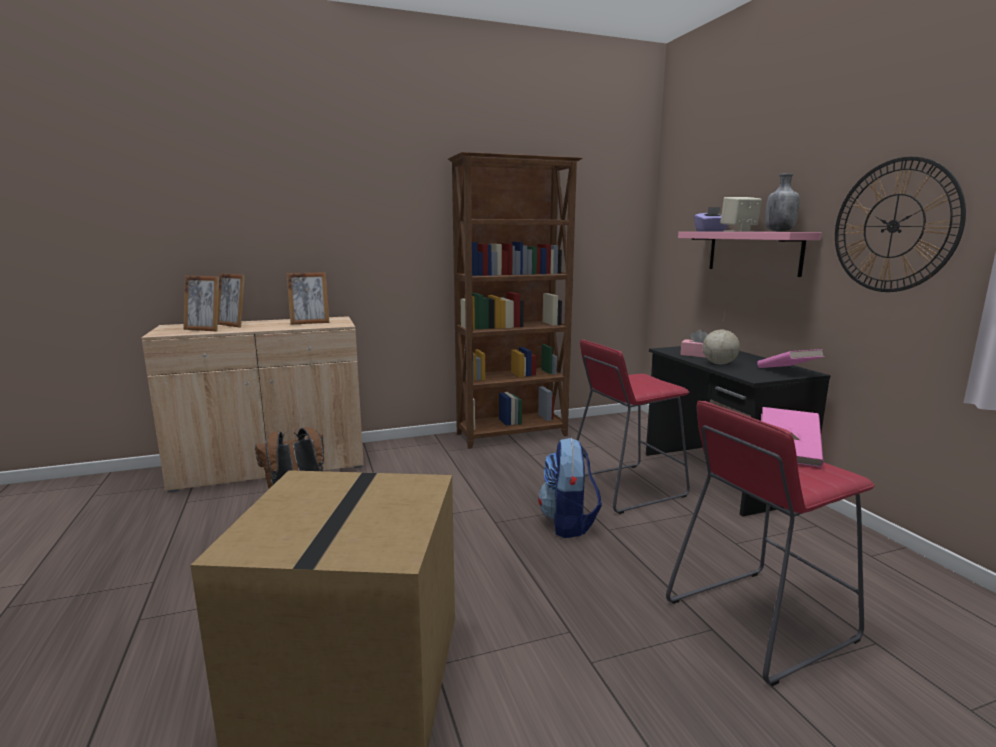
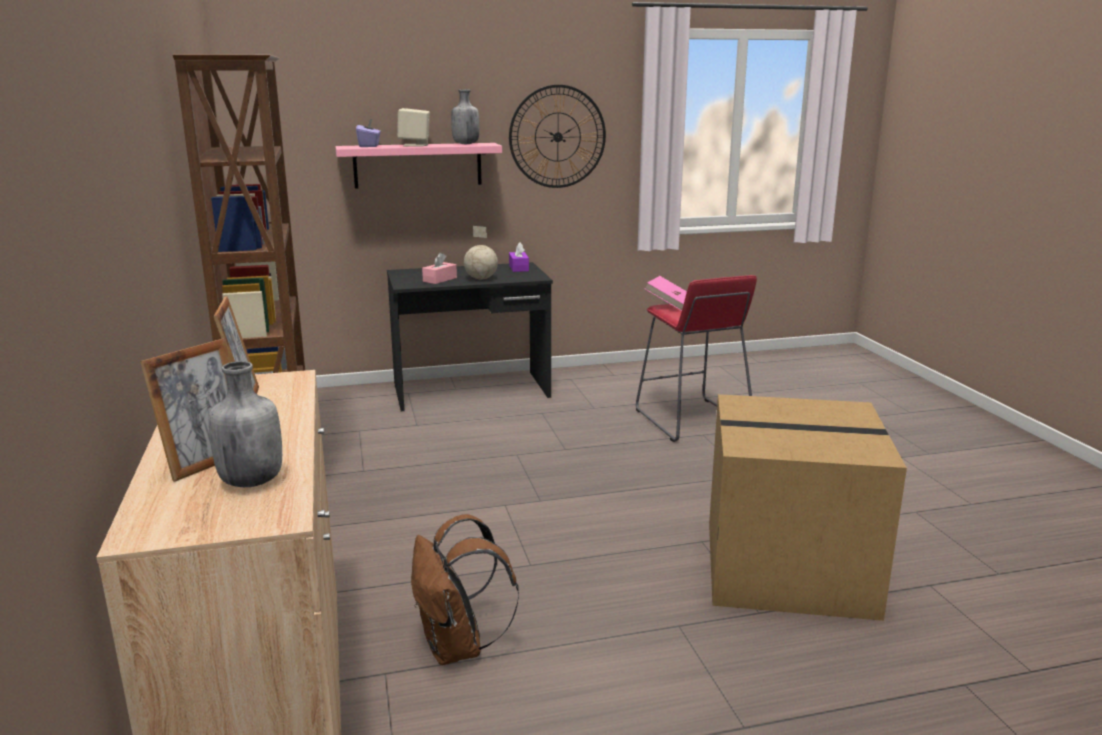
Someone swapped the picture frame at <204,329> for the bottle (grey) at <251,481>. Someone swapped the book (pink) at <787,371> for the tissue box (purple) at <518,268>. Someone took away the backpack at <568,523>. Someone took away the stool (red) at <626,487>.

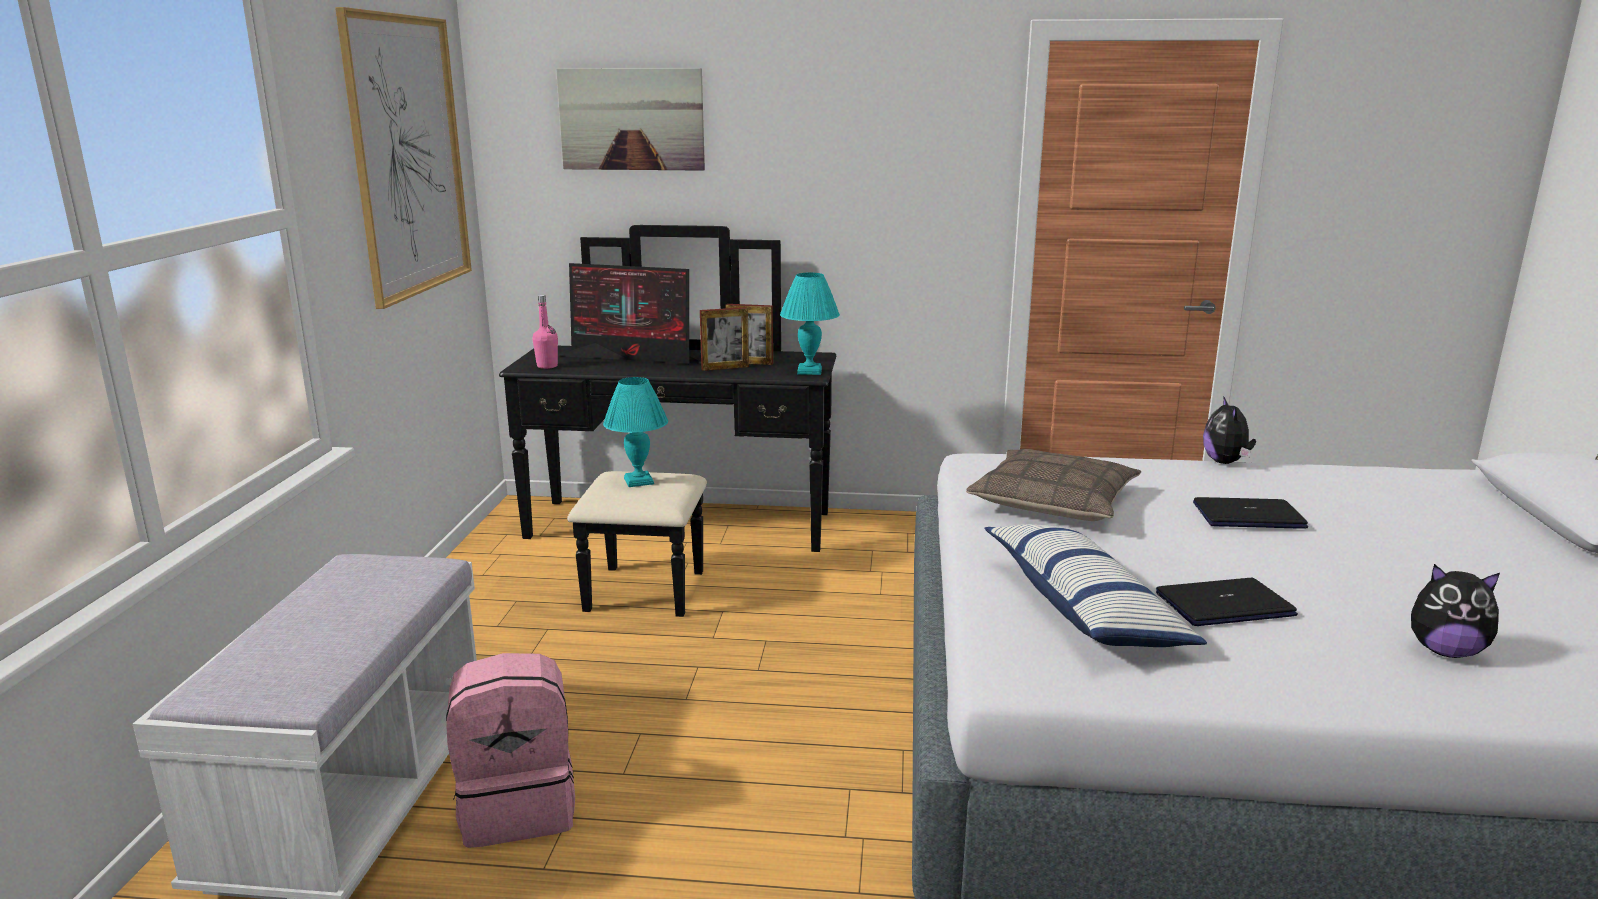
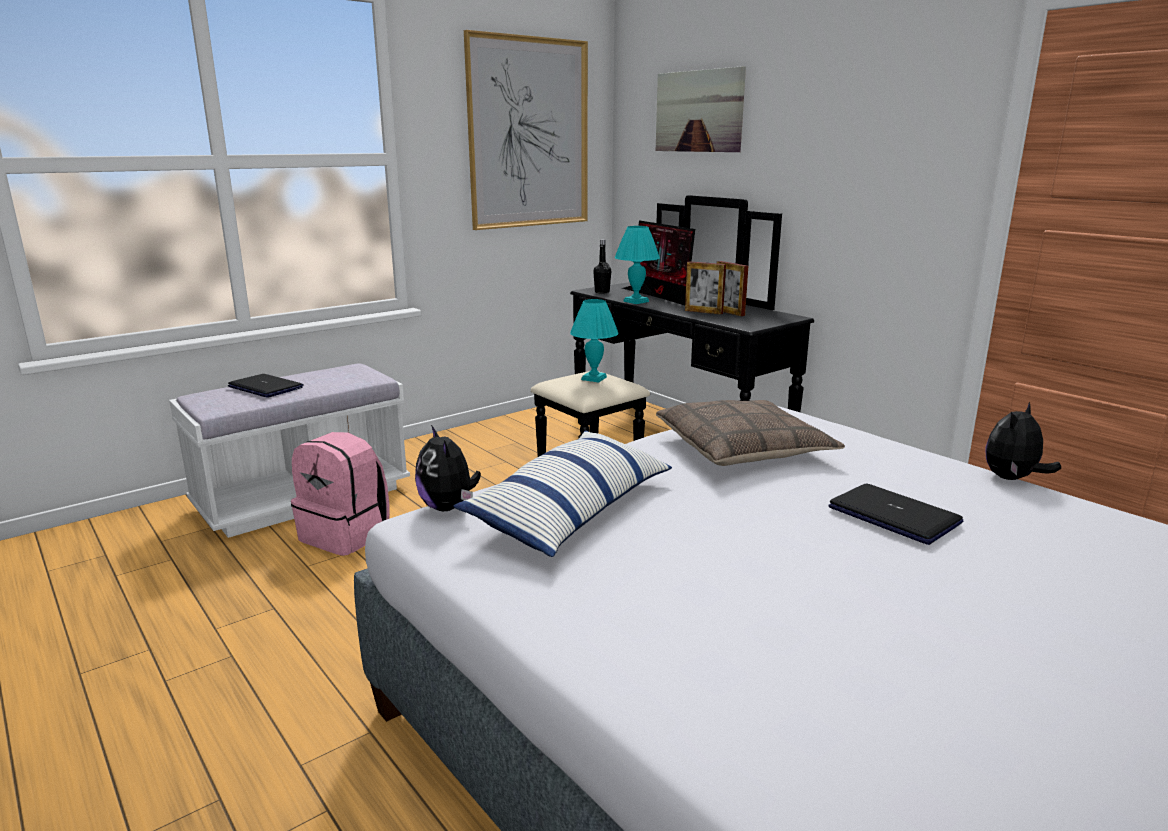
Someone carried the laptop from <1224,604> to <266,387>. Someone carried the plush toy from <1445,651> to <449,507>. Someone repainted the bottle (pink) at <547,366>, which became the bottle (black) at <602,292>. Someone carried the table lamp (turquoise) from <808,371> to <635,301>.

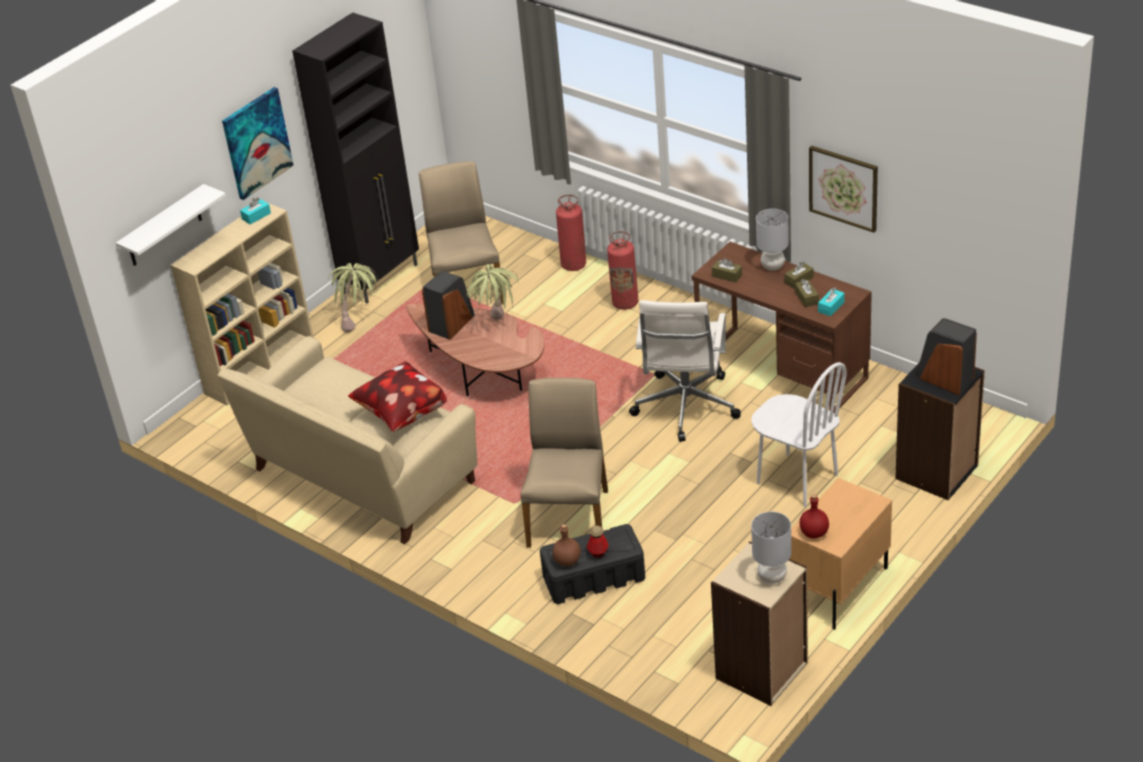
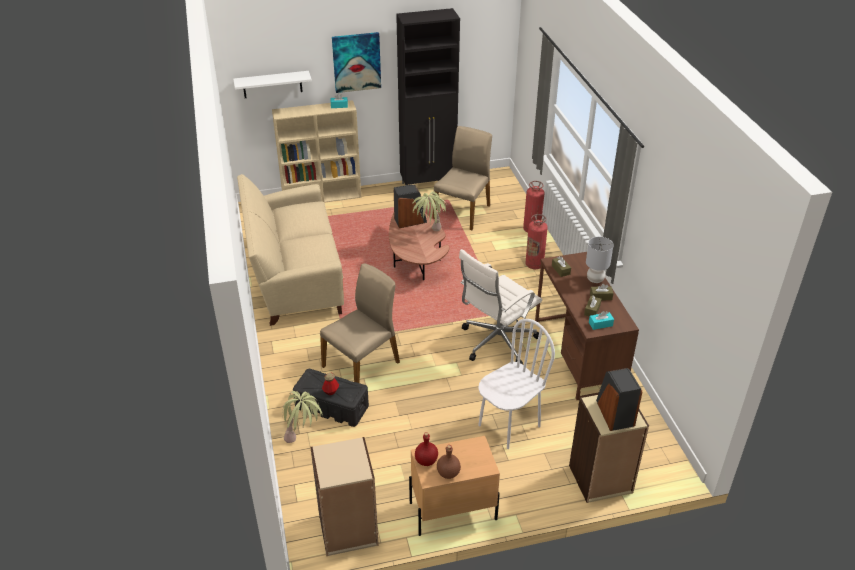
Someone carried the potted plant from <360,322> to <304,438>. Someone carried the bottle (brown) from <568,561> to <448,473>. Someone rotated the chair (white) at <796,479> by 120 degrees counterclockwise. Someone repainted the bookcase (black) at <937,472>, which became the bookcase (beige) at <600,479>. Someone took away the pillow at <401,415>. Someone took away the table lamp (grey) at <771,577>. Someone took away the picture at <843,188>.

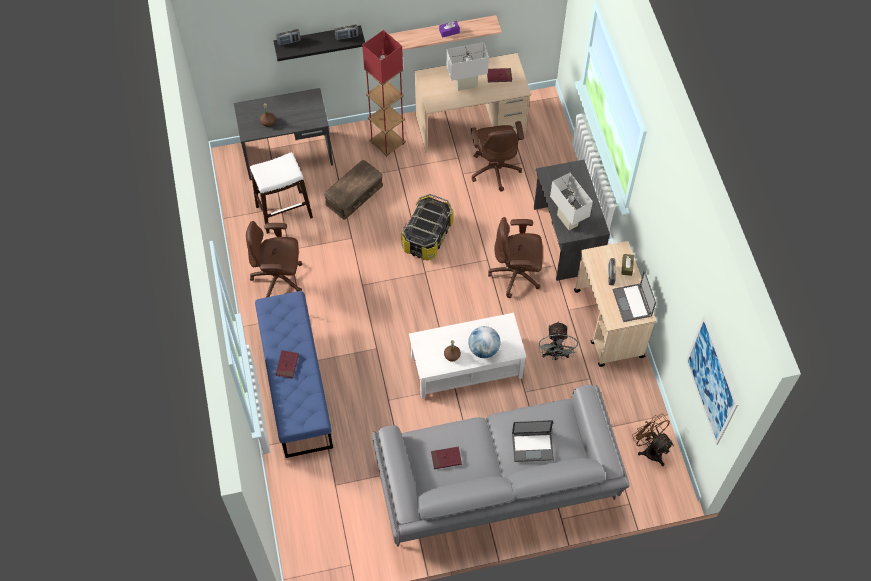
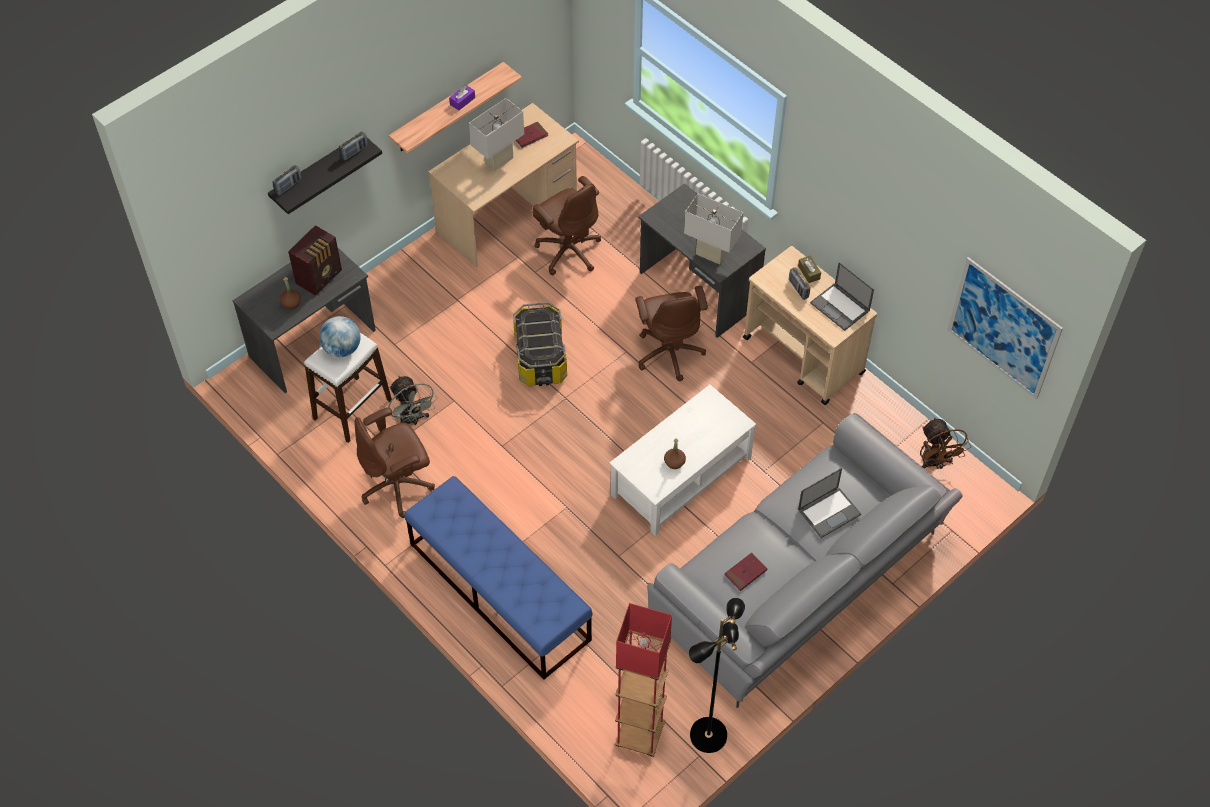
Someone put down the radio at <320,276>. Someone carried the globe from <483,349> to <342,349>. Someone carried the fan (grey) from <555,354> to <412,420>. Someone carried the floor lamp (red) from <387,143> to <639,735>. Someone rotated the office chair (brown) at <516,275> by 75 degrees counterclockwise. Someone put down the floor lamp (black) at <707,734>. Someone rotated the fan (brown) at <650,449> by 135 degrees counterclockwise. Someone took away the book (red) at <287,365>. Someone took away the storage box (brown) at <354,195>.

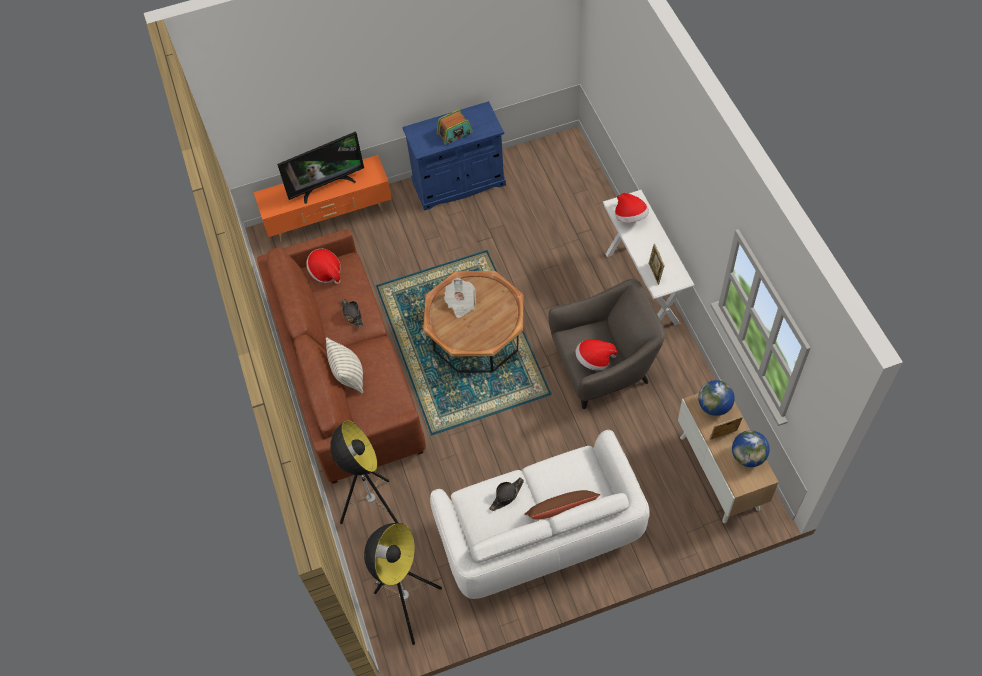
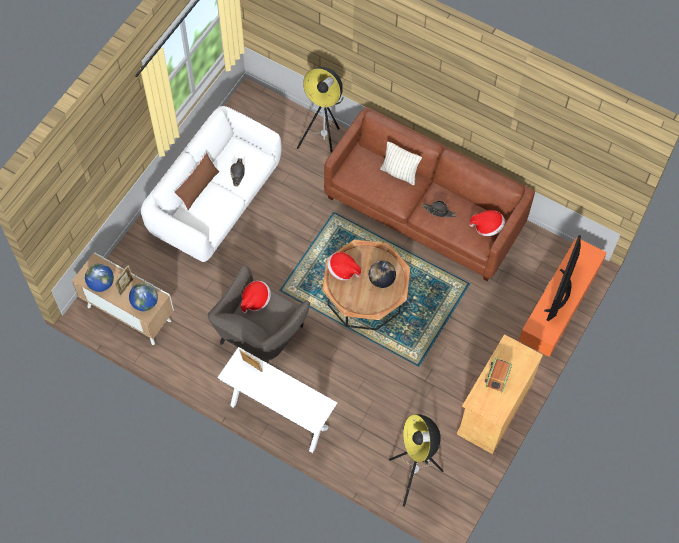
Someone carried the hat from <630,217> to <343,270>. Someone swapped the newspaper at <460,303> for the globe at <381,280>. Someone carried the floor lamp from <407,607> to <413,478>. Someone repainted the cabinet (blue) at <459,183>, which became the cabinet (beige) at <493,409>.

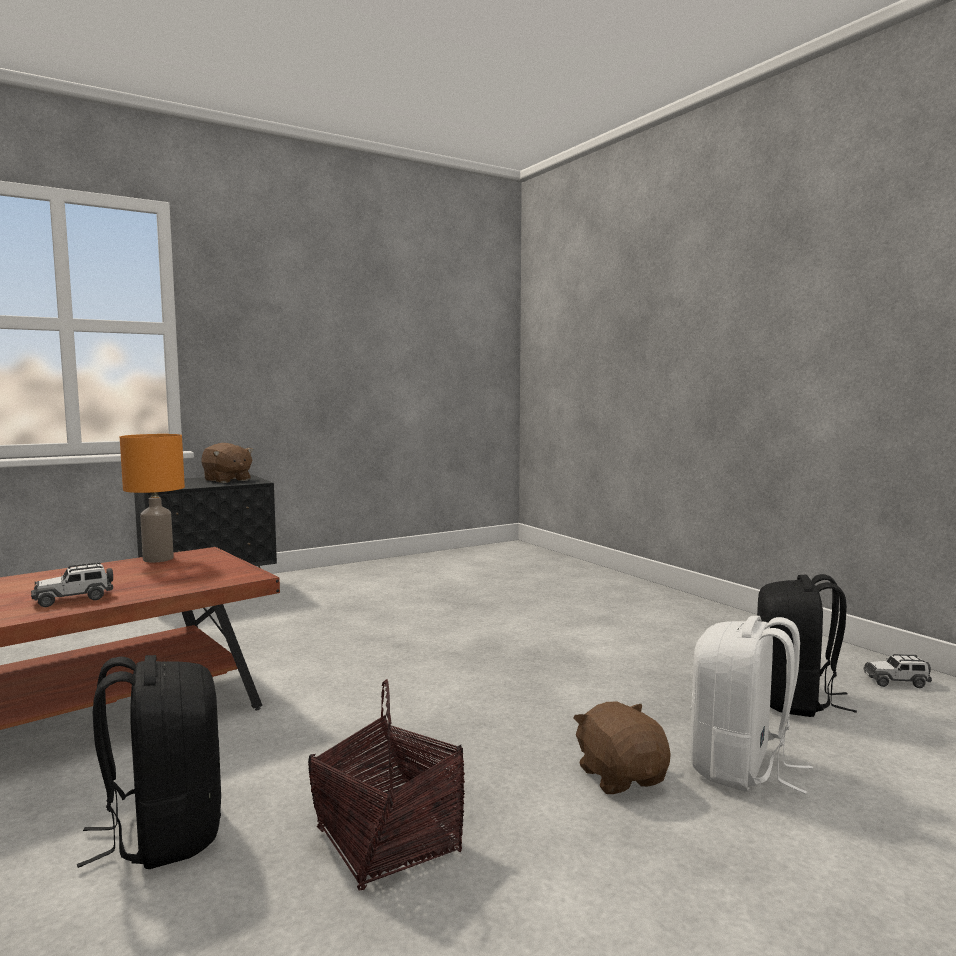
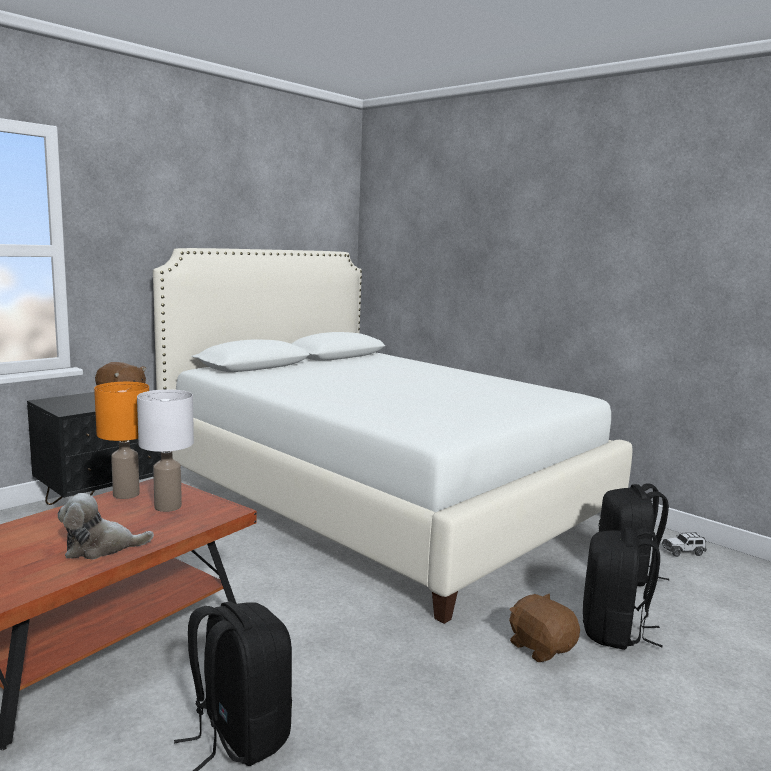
Someone swapped the toy car at <74,599> for the plush toy at <101,548>. Someone put down the table lamp (white) at <167,507>. Someone put down the bed (white) at <380,496>. Someone repainted the backpack (white) at <741,768>, which became the backpack (black) at <614,631>. Someone took away the basket at <388,842>.

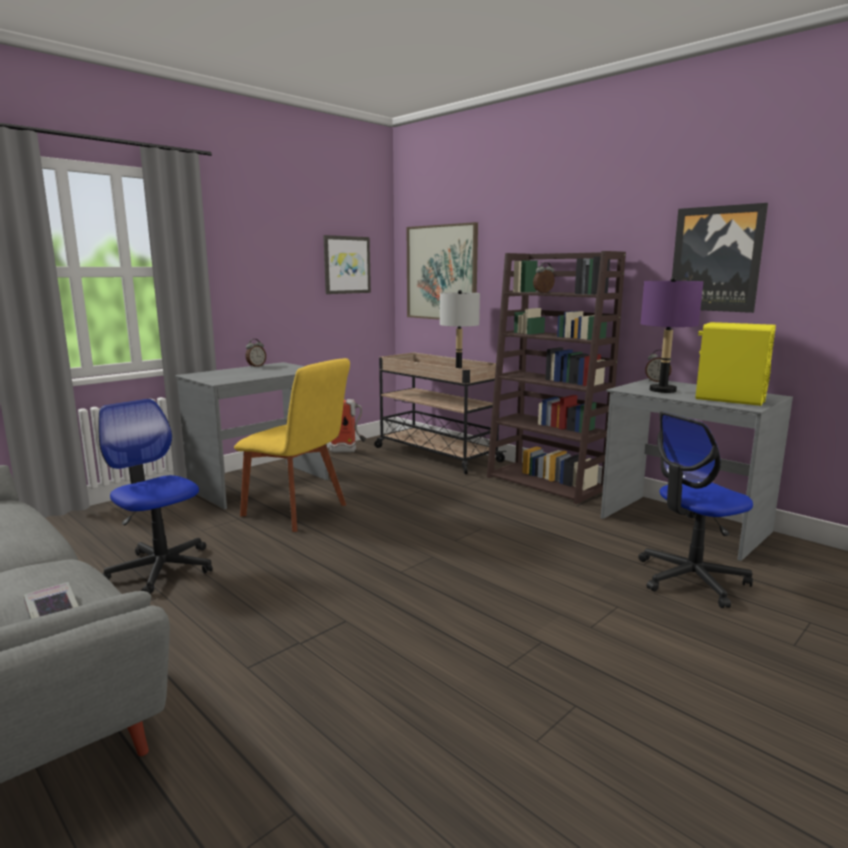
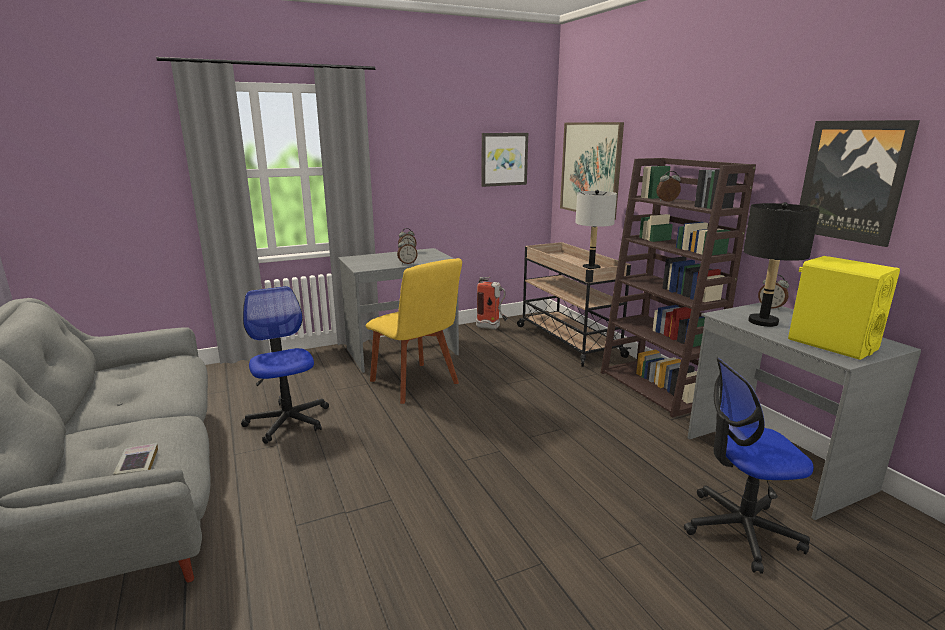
Someone put down the alarm clock at <407,263>. Someone repainted the table lamp (purple) at <663,390>, which became the table lamp (black) at <763,322>.

